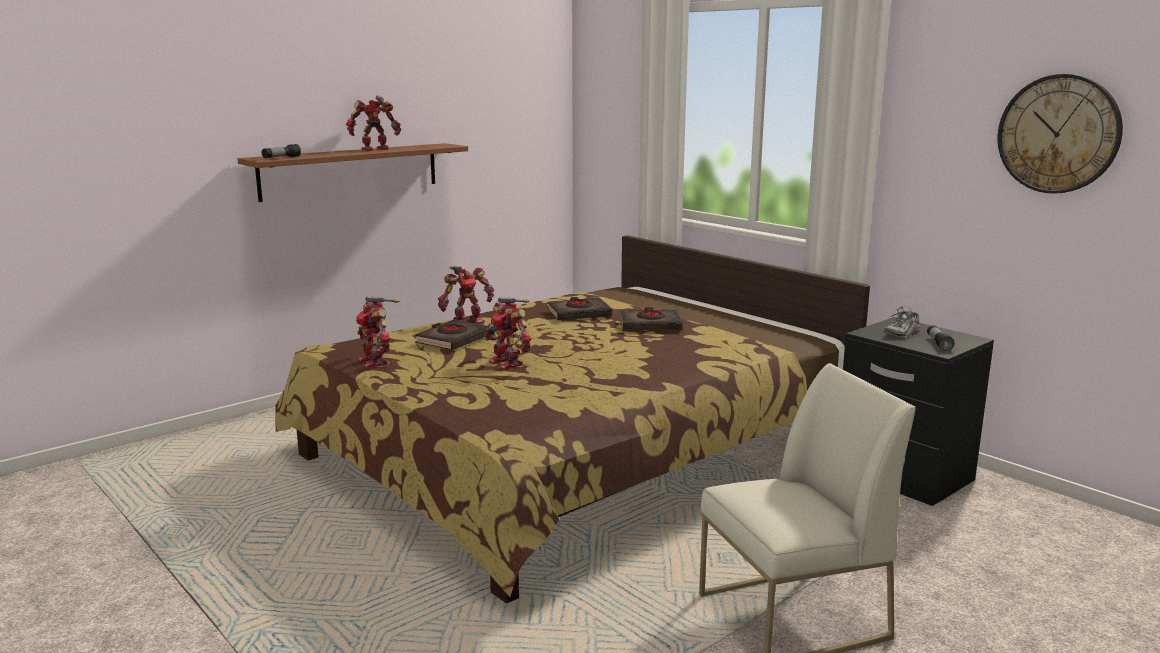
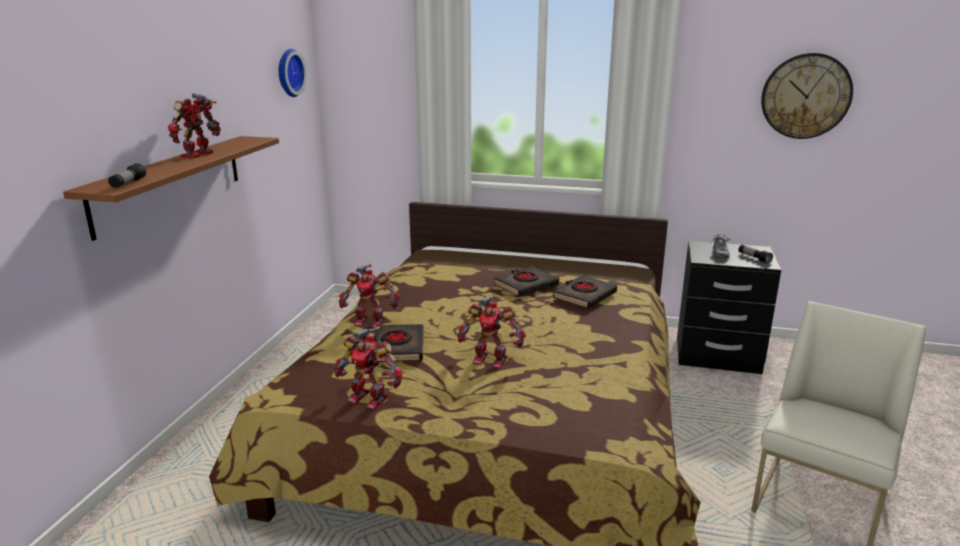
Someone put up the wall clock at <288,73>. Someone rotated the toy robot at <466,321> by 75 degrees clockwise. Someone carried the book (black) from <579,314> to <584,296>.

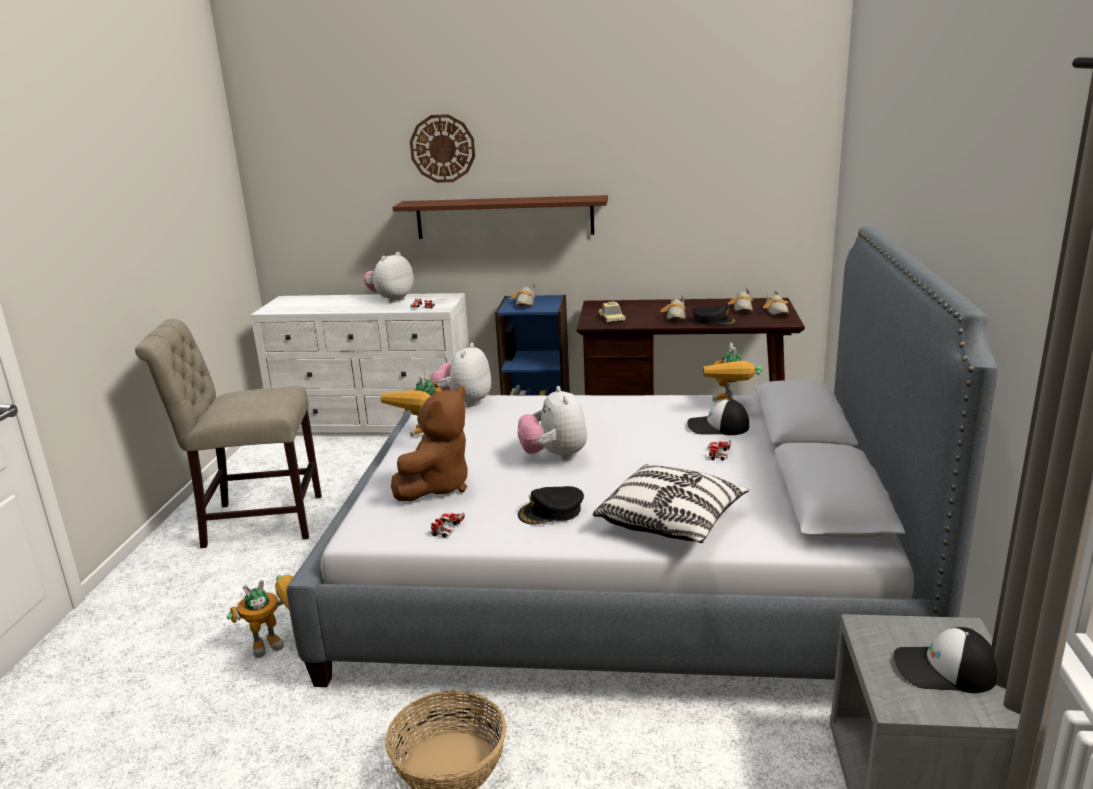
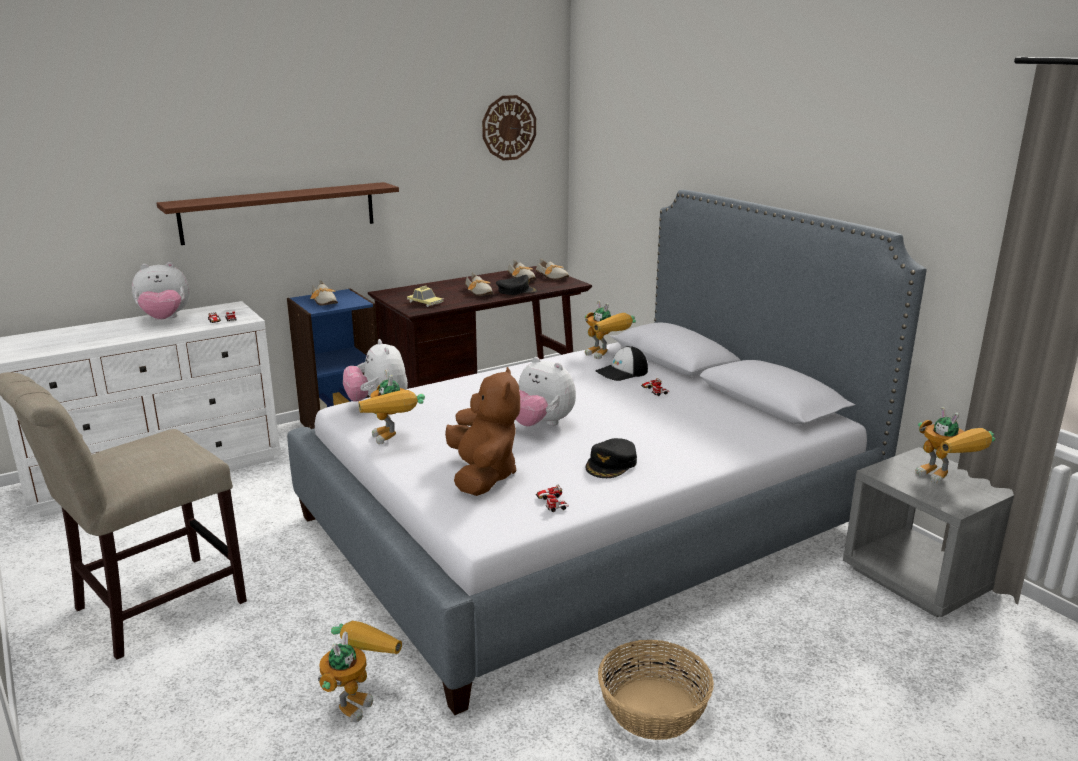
Someone rotated the plush toy at <391,299> by 105 degrees counterclockwise. Someone carried the wall clock from <442,148> to <509,128>. Someone swapped the cap at <944,670> for the toy robot at <946,480>. Someone took away the pillow at <671,521>.

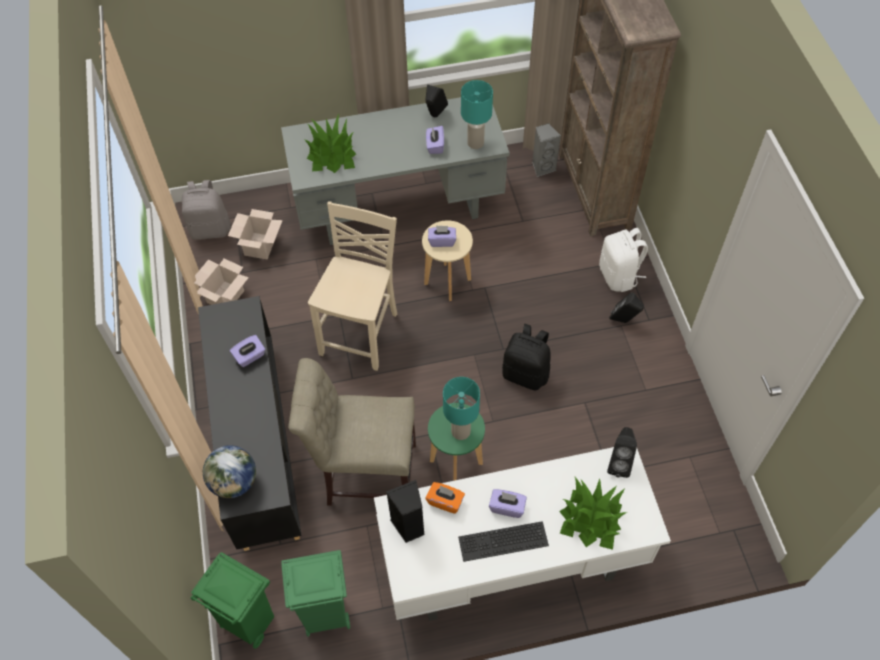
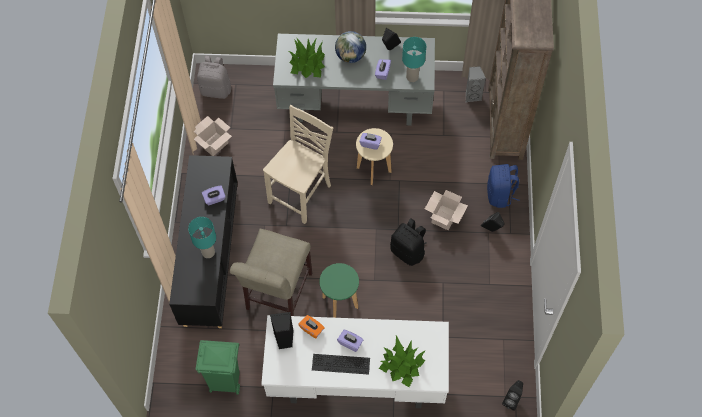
Someone carried the table lamp (turquoise) from <461,432> to <208,253>. Someone rotated the chair (beige) at <365,473> by 90 degrees counterclockwise. Someone carried the globe from <234,482> to <350,56>. Someone carried the cardboard box from <260,245> to <444,217>. Someone repainted the backpack (white) at <619,276>, which became the backpack (blue) at <500,195>. Someone carried the speaker (black) from <619,463> to <512,399>. Someone took away the trash can (green) at <249,622>.

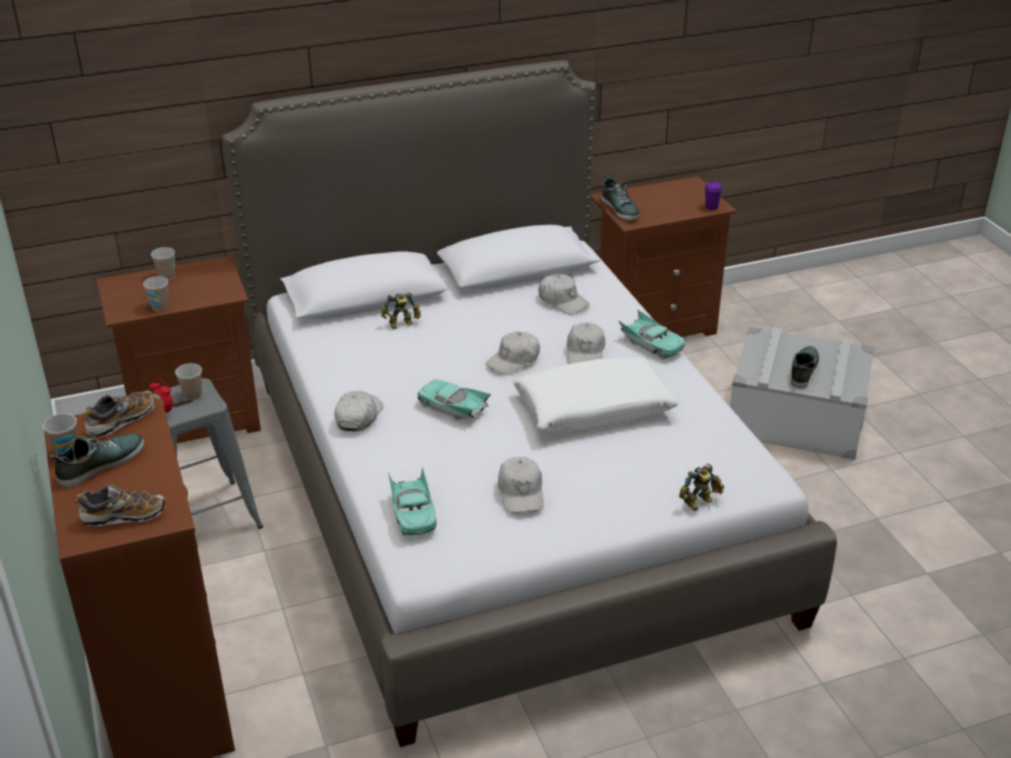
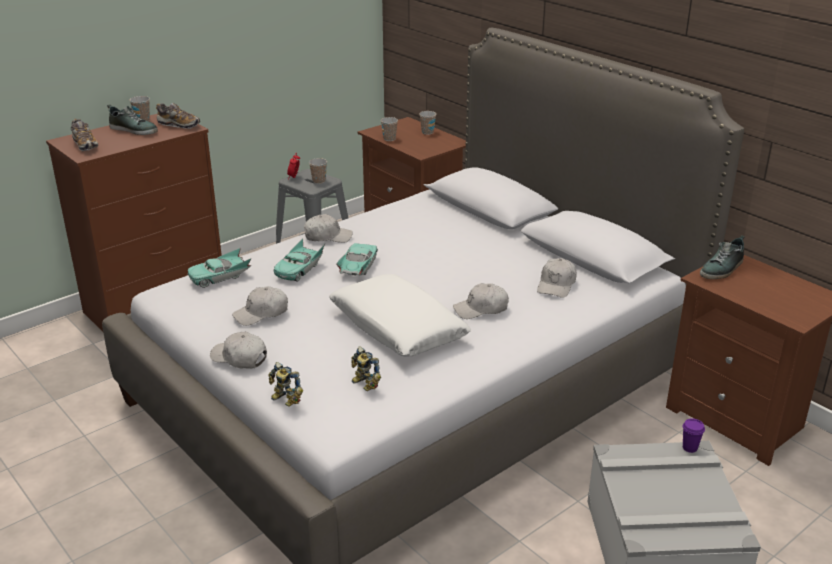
Someone carried the cap (white) from <514,360> to <239,358>. Someone carried the toy car (turquoise) from <651,344> to <299,269>. Someone carried the toy robot from <402,324> to <363,385>. Someone carried the cup (purple) from <711,207> to <690,448>. Someone took away the shoe at <803,370>.

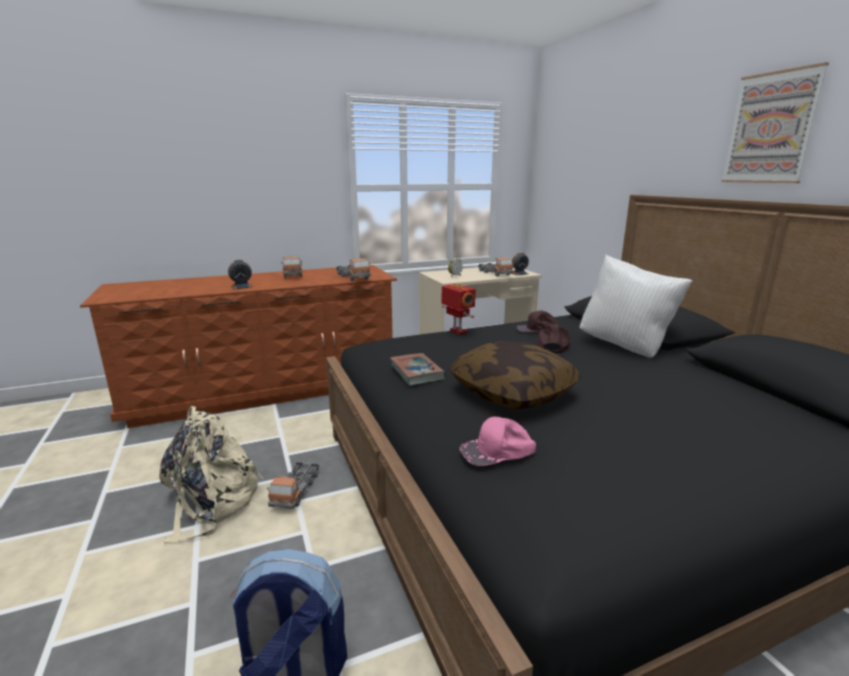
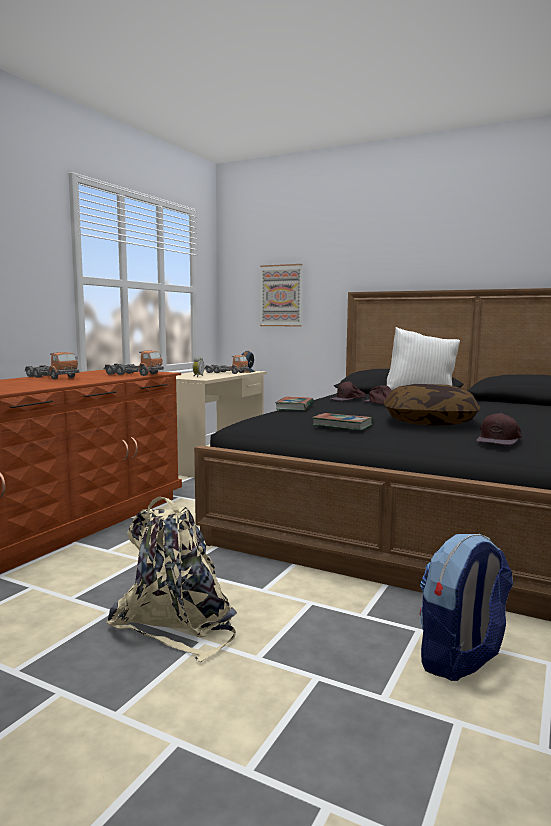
Someone carried the picture from <771,128> to <281,295>. Someone swapped the toy robot at <457,332> for the book at <295,407>. Someone repainted the cap (pink) at <498,451>, which became the cap (brown) at <499,440>. Someone took away the alarm clock at <241,286>. Someone took away the toy truck at <296,490>.

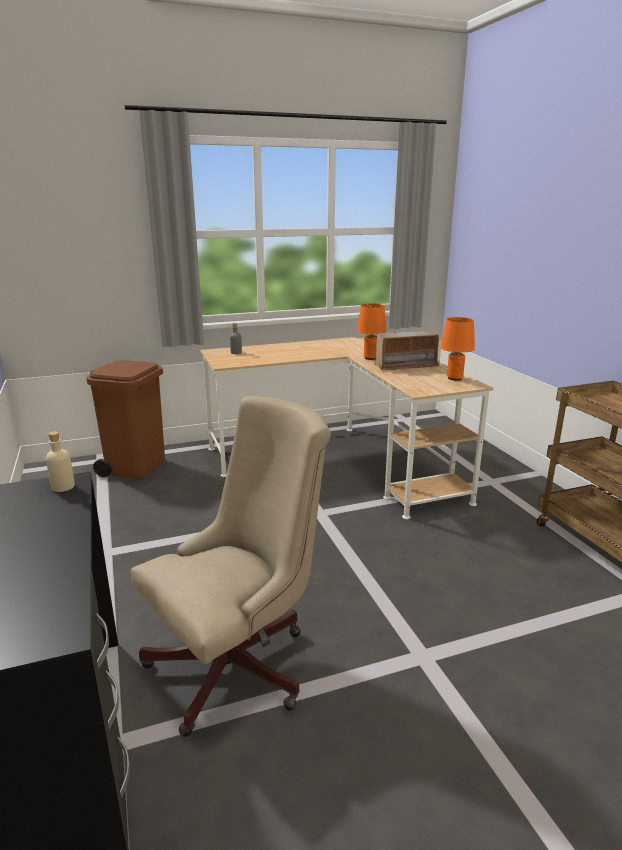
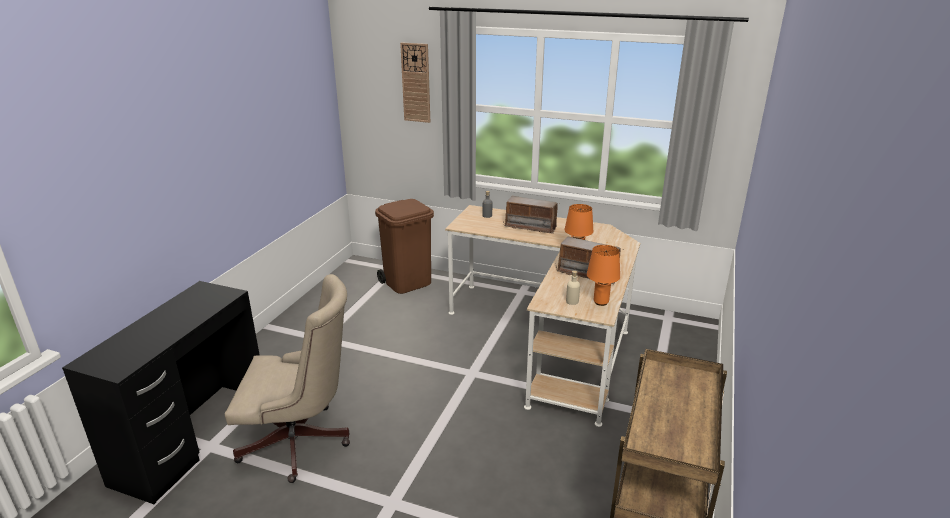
Someone put up the wall clock at <416,83>. Someone put down the radio at <531,227>. Someone carried the bottle (beige) from <63,486> to <572,301>.

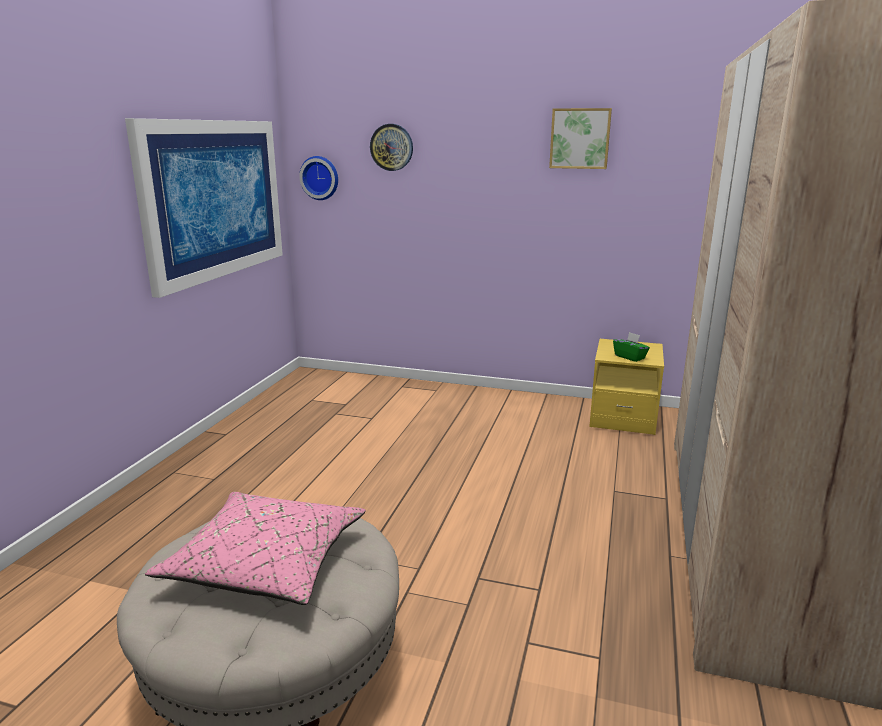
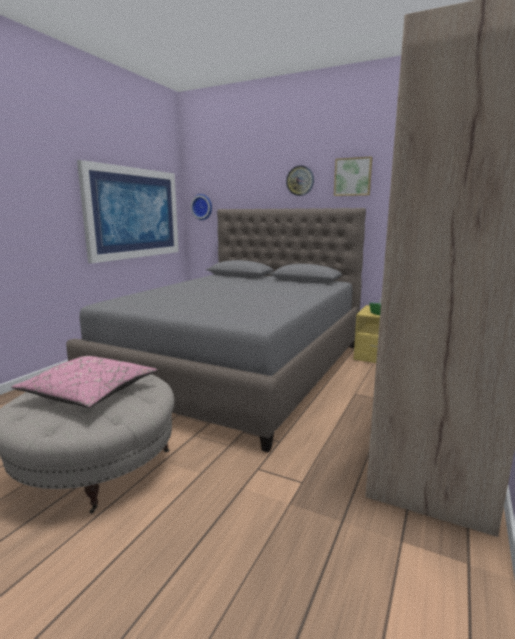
Someone put down the bed (grey) at <238,368>. Someone carried the wall clock from <391,147> to <300,180>.

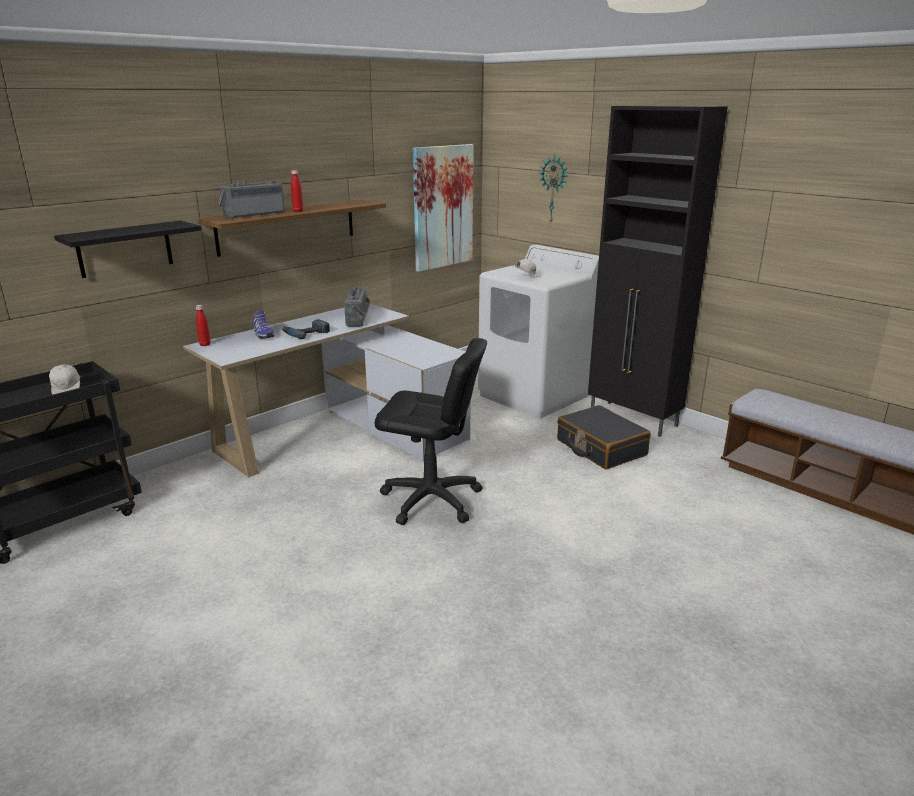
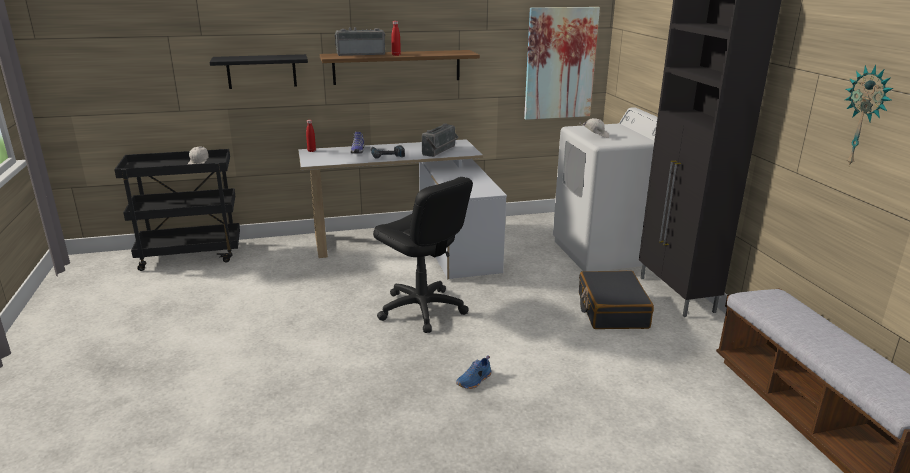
Someone put down the shoe (blue) at <474,381>. Someone carried the wall clock from <554,189> to <865,117>.

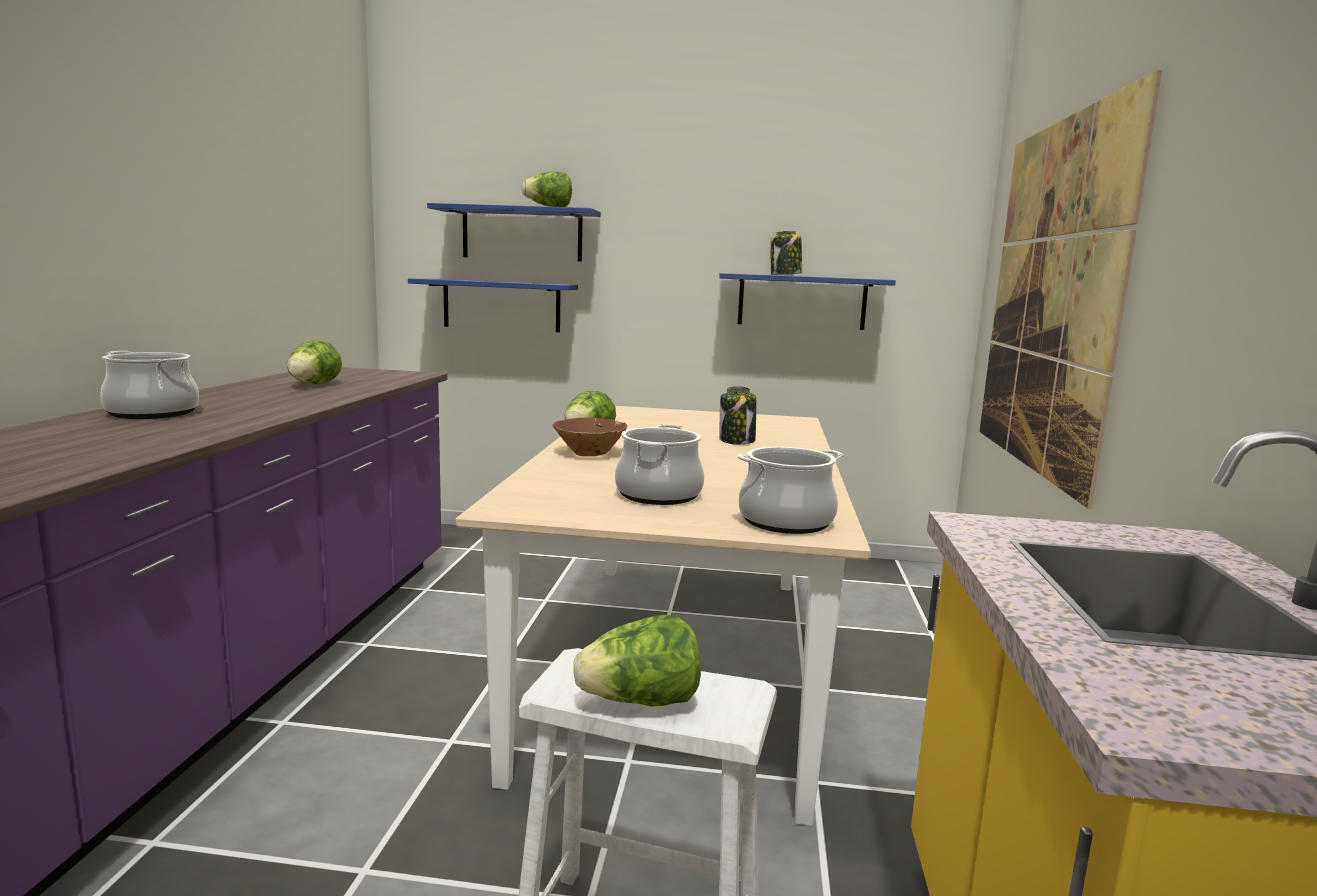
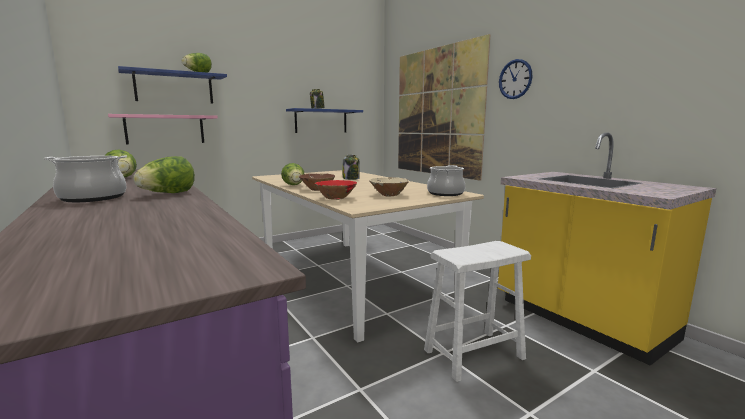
Someone repainted the shelf (blue) at <501,305>, which became the shelf (pink) at <165,129>. Someone carried the lettuce from <640,702> to <168,194>. Someone put down the bowl (red) at <336,198>. Someone swapped the cooking pot at <659,495> for the bowl (beige) at <389,195>. Someone put up the wall clock at <515,79>.

